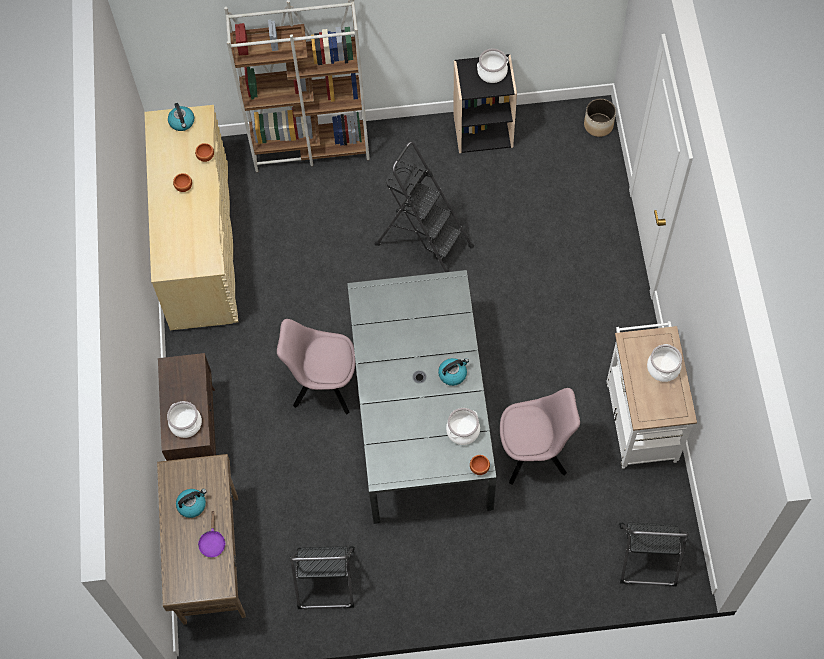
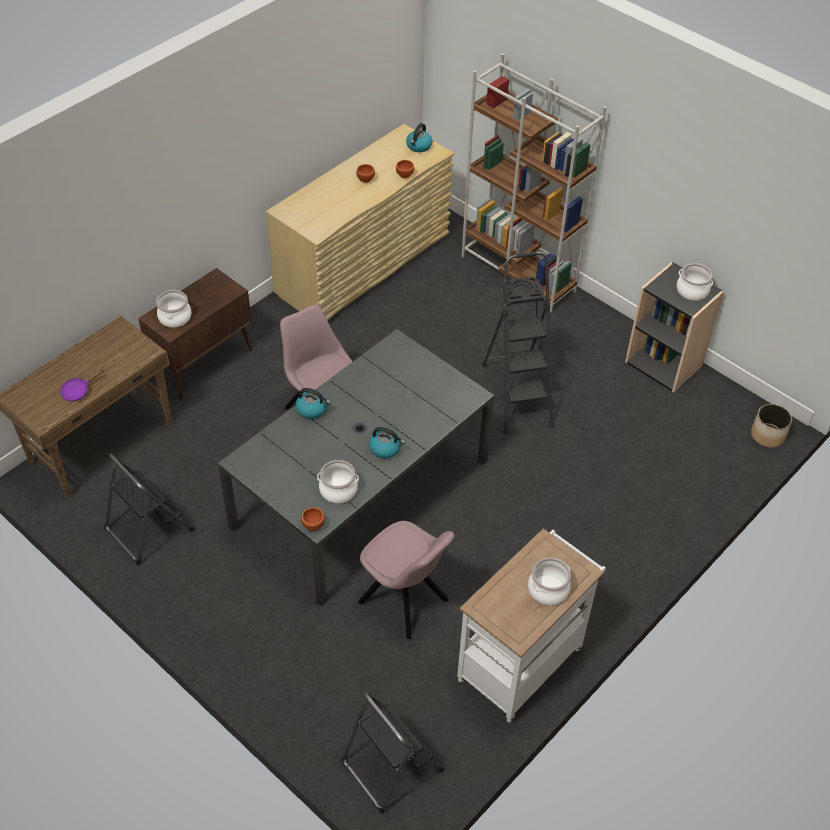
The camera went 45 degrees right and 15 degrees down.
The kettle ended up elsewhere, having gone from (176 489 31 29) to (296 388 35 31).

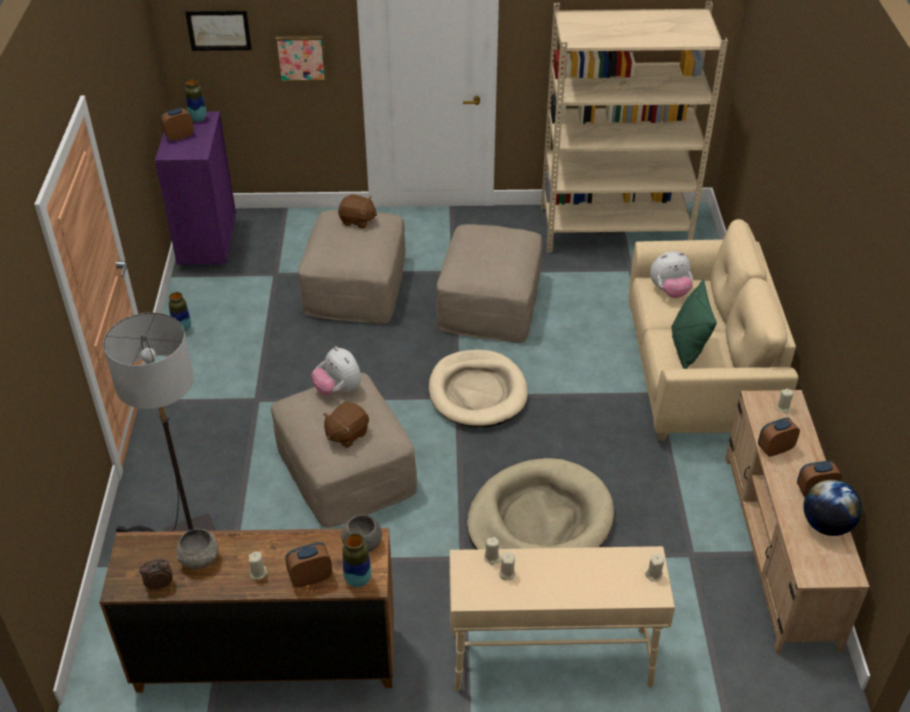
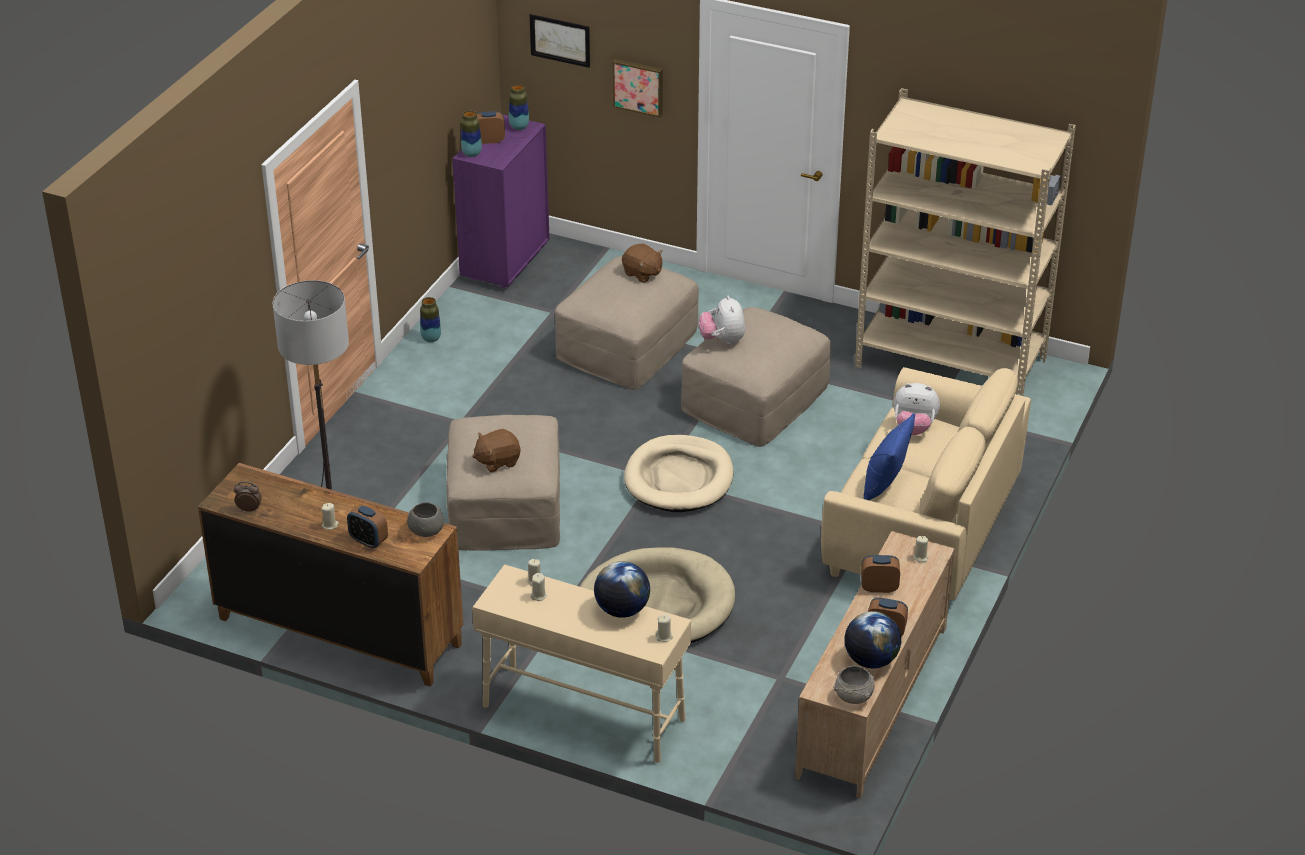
The camera went 25 degrees right and 5 degrees down.
What was the green_pillow at (671 279 46 90) turned into the blue_pillow at (864 413 51 88).
The plush_toy ended up elsewhere, having gone from (311 346 51 50) to (699 295 46 50).
The grey_bowl ended up elsewhere, having gone from (176 529 42 40) to (834 666 40 38).
The vase ended up elsewhere, having gone from (342 533 29 55) to (461 110 21 47).
The alarm_clock at (285 542 47 45) ended up facing another way, 150 degrees counterclockwise from before.
The second view gained the globe at (594 561 56 57).

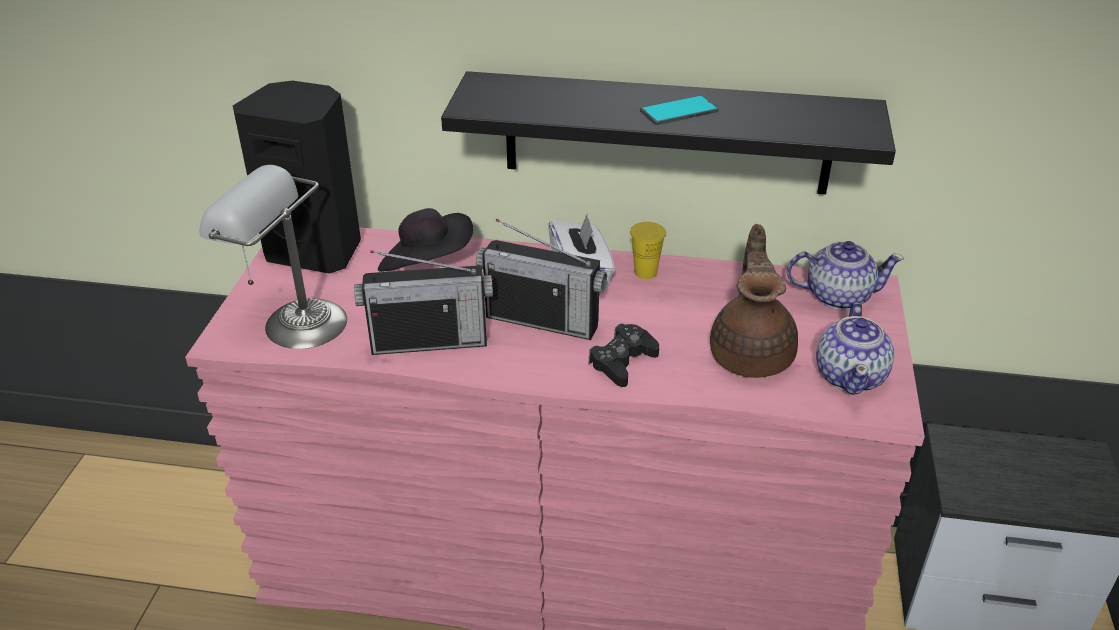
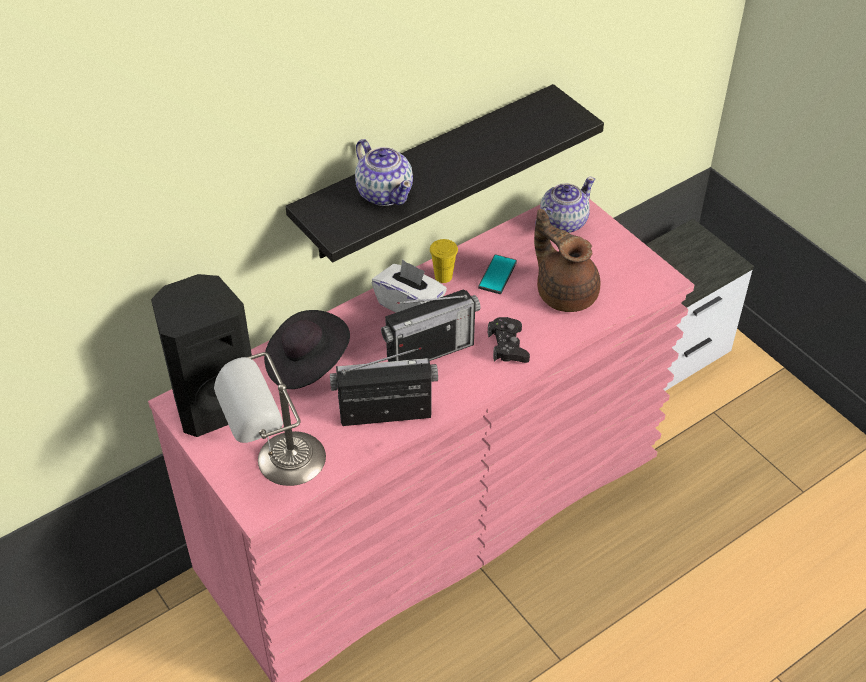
The camera went 45 degrees left and 10 degrees up.
The phone ended up elsewhere, having gone from (640 95 78 30) to (478 254 39 40).
The radio at (354 250 139 105) ended up facing another way, 135 degrees counterclockwise from before.
The teapot ended up elsewhere, having gone from (816 302 79 93) to (355 139 58 67).

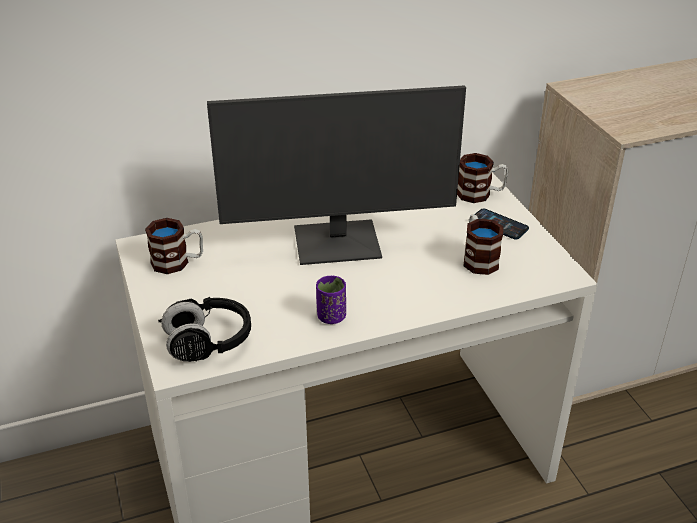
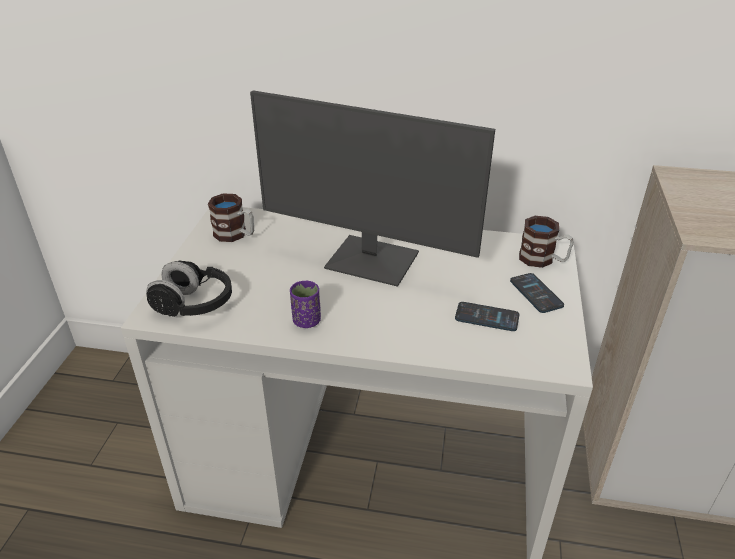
The camera went 30 degrees right and 0 degrees up.
Where the mug stood at (464 214 39 61), the phone came to stand at (455 302 65 29).

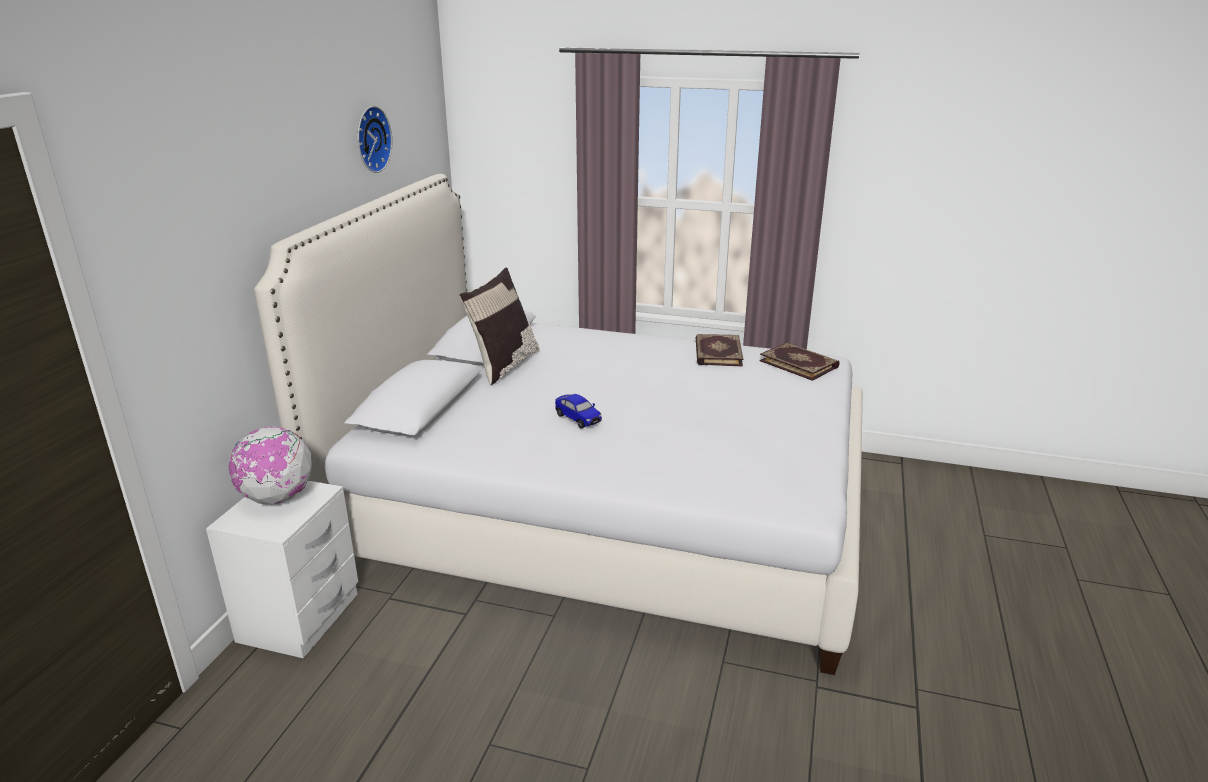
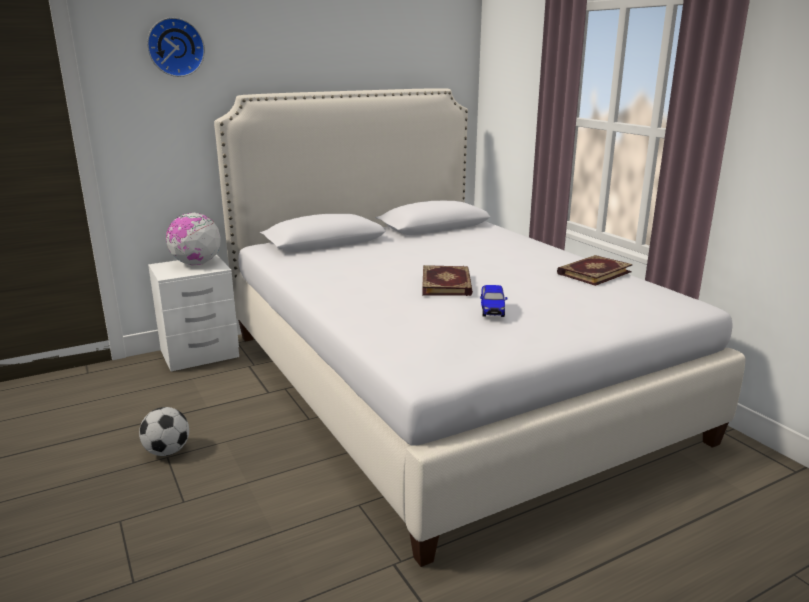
The camera went 45 degrees right and 5 degrees down.
The wall_clock ended up elsewhere, having gone from (357 106 35 67) to (147 17 58 60).
The second view lost the pillow at (460 267 79 118).
The book ended up elsewhere, having gone from (760 343 80 38) to (422 265 51 31).
The toy_car ended up elsewhere, having gone from (555 394 47 35) to (480 285 28 32).
The second view gained the football at (139 407 50 49).

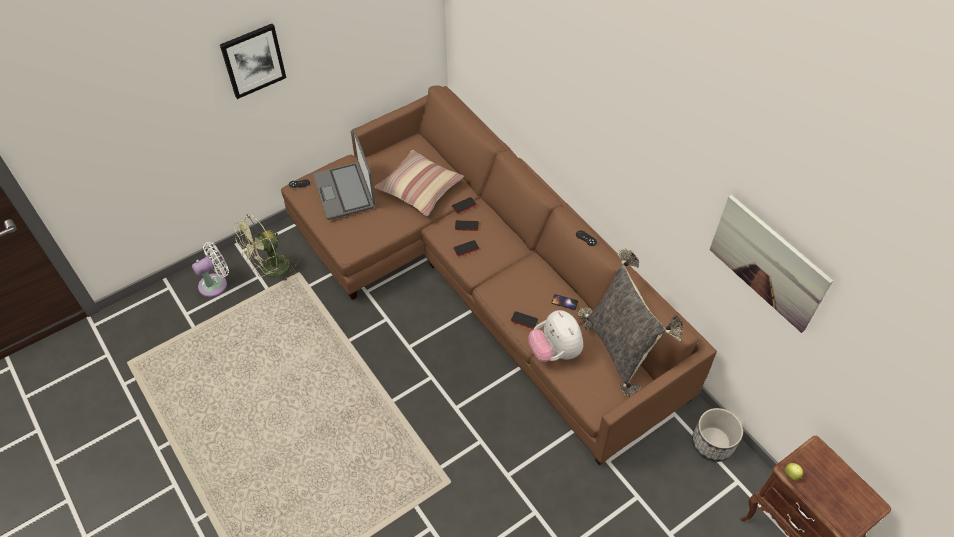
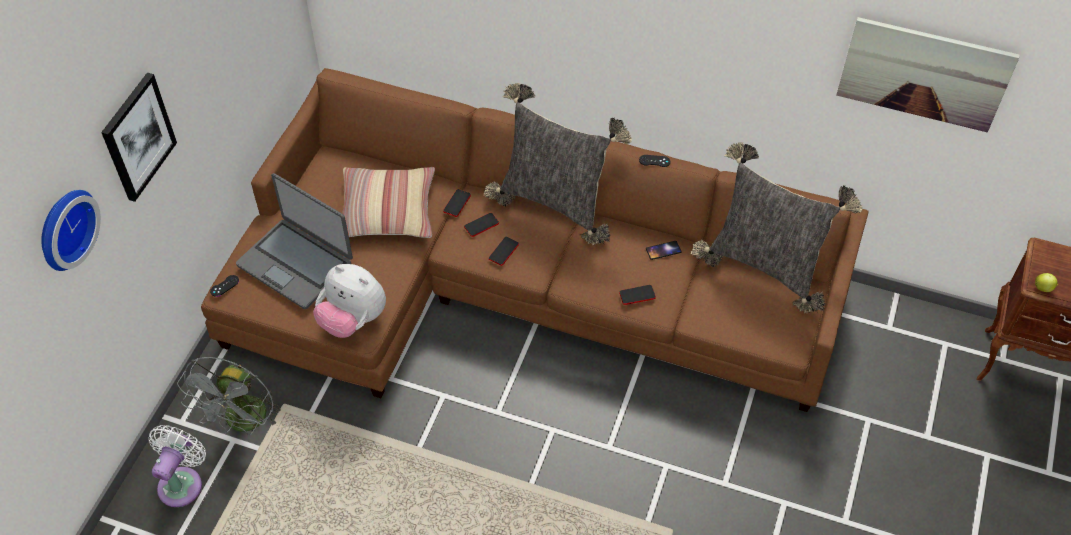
The camera went 35 degrees left and 0 degrees up.
What was the green_fan at (234 214 65 66) turned into the grey_fan at (177 357 104 78).
The plush_toy ended up elsewhere, having gone from (528 310 55 52) to (313 264 73 74).
The second view lost the planter at (692 408 51 54).
The second view gained the pillow at (483 83 149 163).
The second view gained the wall_clock at (41 190 60 81).

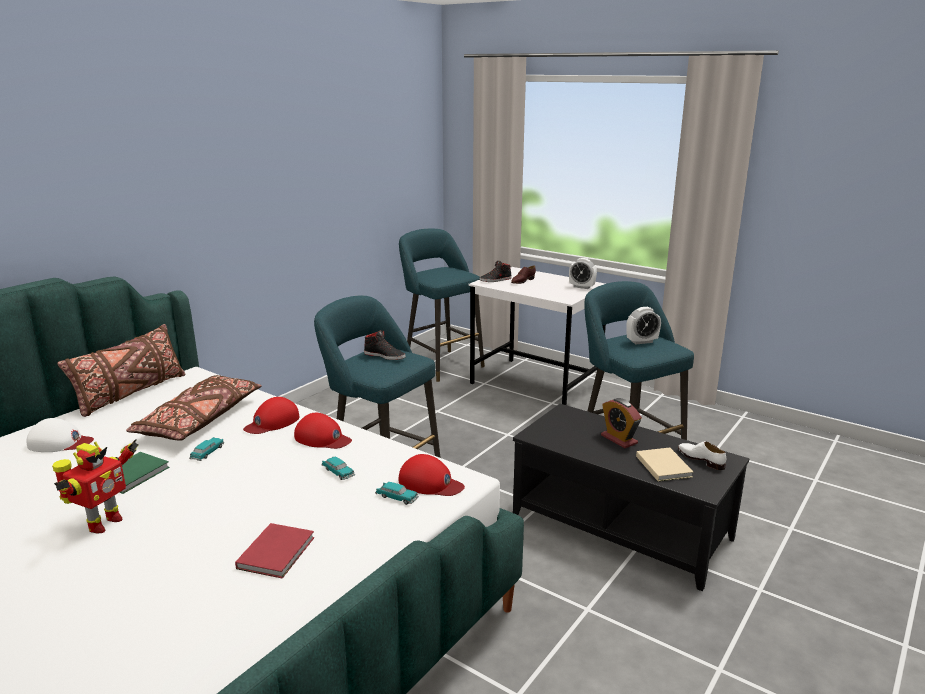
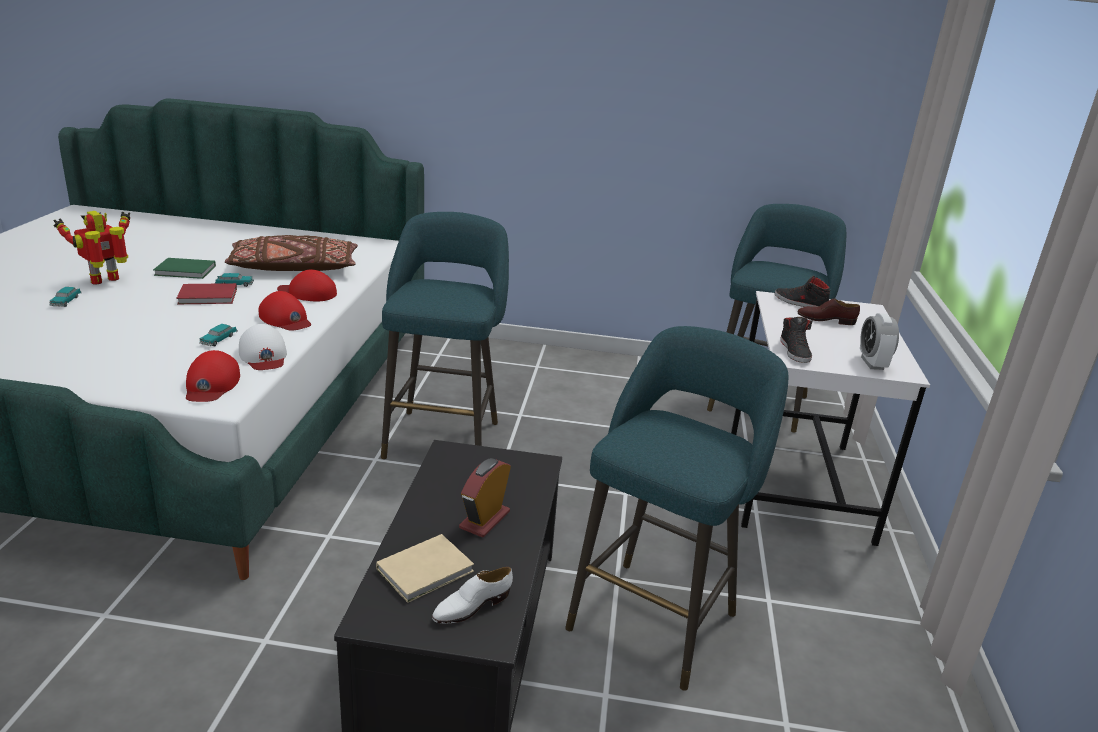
The camera went 60 degrees right and 5 degrees up.
The second view lost the alarm_clock at (626 307 35 37).
The second view lost the brown_pillow at (57 324 128 93).
The black_shoe ended up elsewhere, having gone from (364 330 42 30) to (780 317 32 46).
The red_cap at (294 413 58 36) ended up facing another way, 45 degrees counterclockwise from before.
The white_cap ended up elsewhere, having gone from (27 418 67 34) to (239 324 48 46).
The toy_robot at (52 439 86 94) ended up facing another way, 135 degrees clockwise from before.
The white_shoe at (678 441 48 29) ended up facing another way, 150 degrees counterclockwise from before.
The toy_car ended up elsewhere, having gone from (375 482 44 23) to (49 287 33 20).
The red_book ended up elsewhere, having gone from (235 523 79 56) to (176 283 61 21).

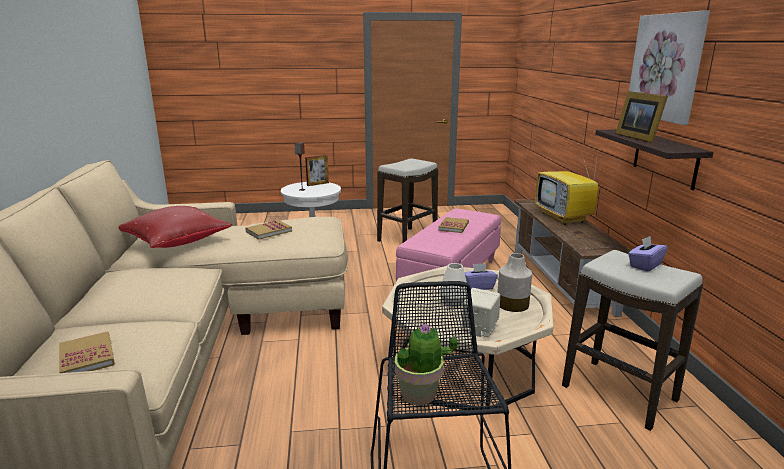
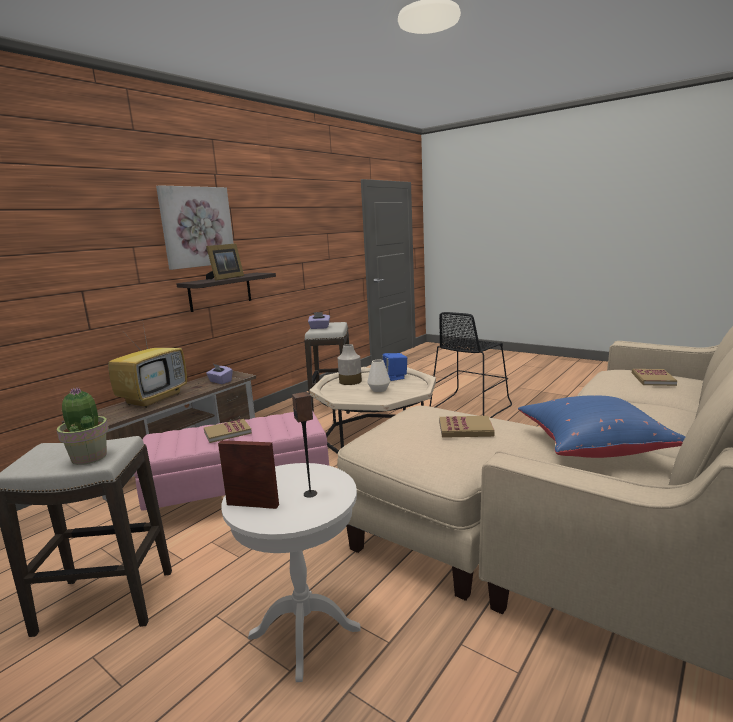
The camera went 135 degrees left and 5 degrees down.
What was the red_pillow at (119 206 113 42) turned into the blue_pillow at (518 395 167 63).
The purple_tissue_box ended up elsewhere, having gone from (464 263 34 27) to (206 364 27 20).
What was the beige_speaker at (462 288 38 49) turned into the blue_speaker at (382 353 25 28).
The potted_plant ended up elsewhere, having gone from (395 324 63 81) to (56 387 53 78).

